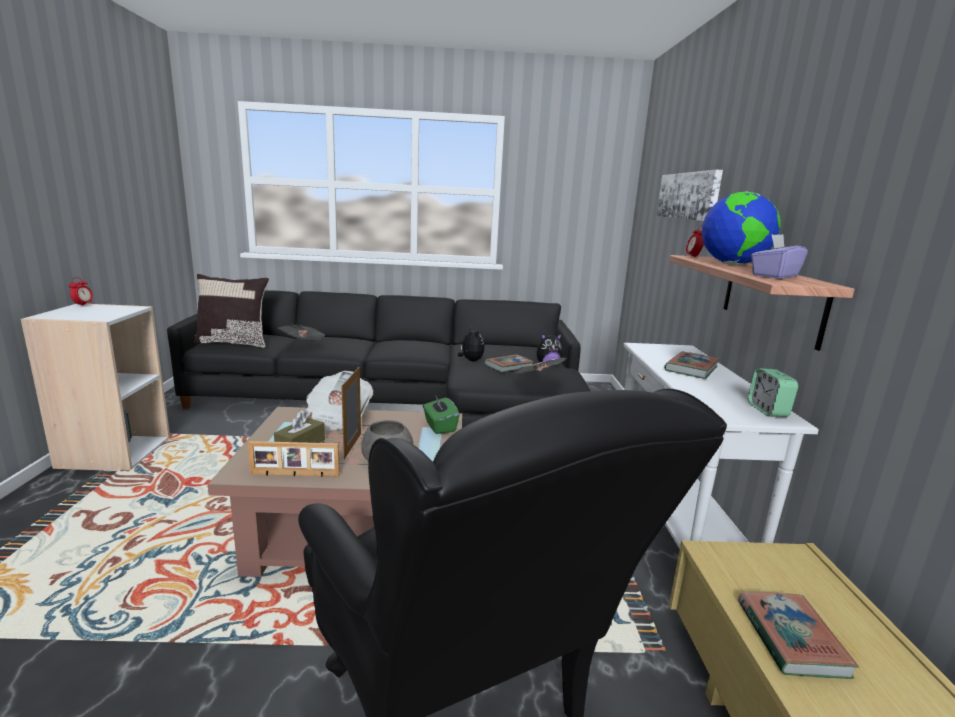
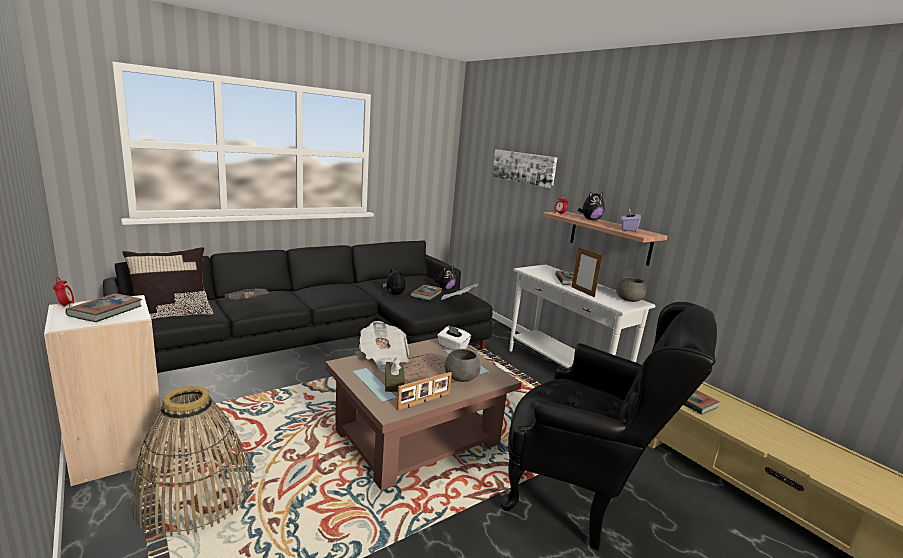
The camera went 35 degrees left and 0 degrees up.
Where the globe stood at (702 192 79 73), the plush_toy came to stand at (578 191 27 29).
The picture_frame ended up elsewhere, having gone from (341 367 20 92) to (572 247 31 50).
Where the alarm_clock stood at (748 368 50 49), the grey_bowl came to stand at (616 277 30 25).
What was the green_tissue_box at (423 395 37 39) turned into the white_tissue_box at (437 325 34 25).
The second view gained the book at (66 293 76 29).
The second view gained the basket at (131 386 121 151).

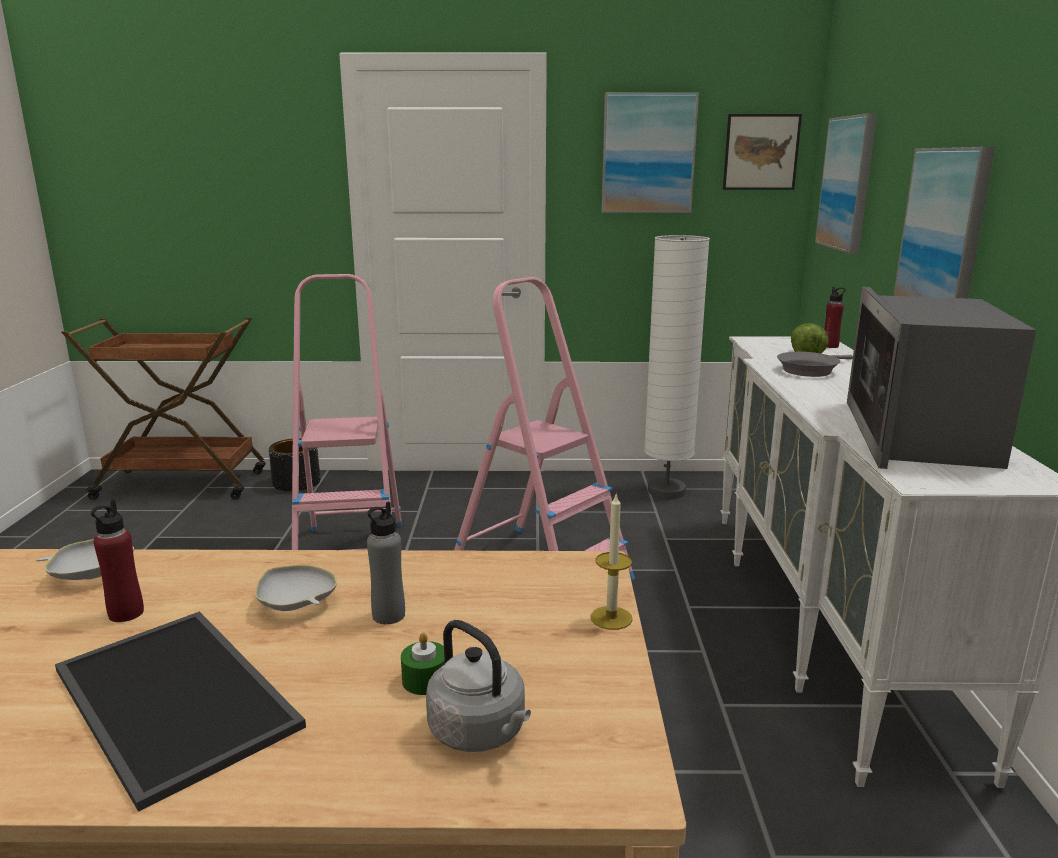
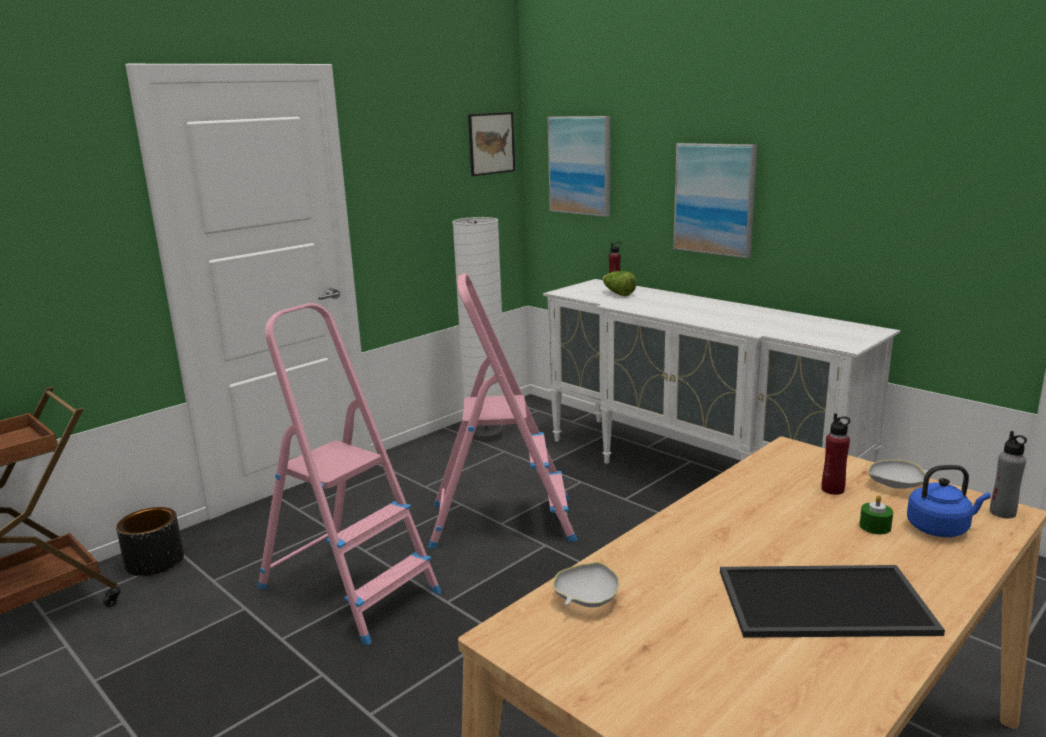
The camera went 45 degrees left and 0 degrees up.
The second view lost the picture at (601 92 98 121).
The second view lost the microwave at (847 287 189 182).
The second view lost the grey_frying_pan at (777 352 76 25).
The second view lost the candle at (591 495 42 135).
The red_bottle ended up elsewhere, having gone from (91 499 53 123) to (821 413 29 82).
The grey_bottle ended up elsewhere, having gone from (367 502 38 122) to (990 431 37 87).
The white_bowl ended up elsewhere, having gone from (255 565 82 46) to (868 459 61 30).
What was the grey_kettle at (426 620 105 132) turned into the blue_kettle at (907 465 84 72).

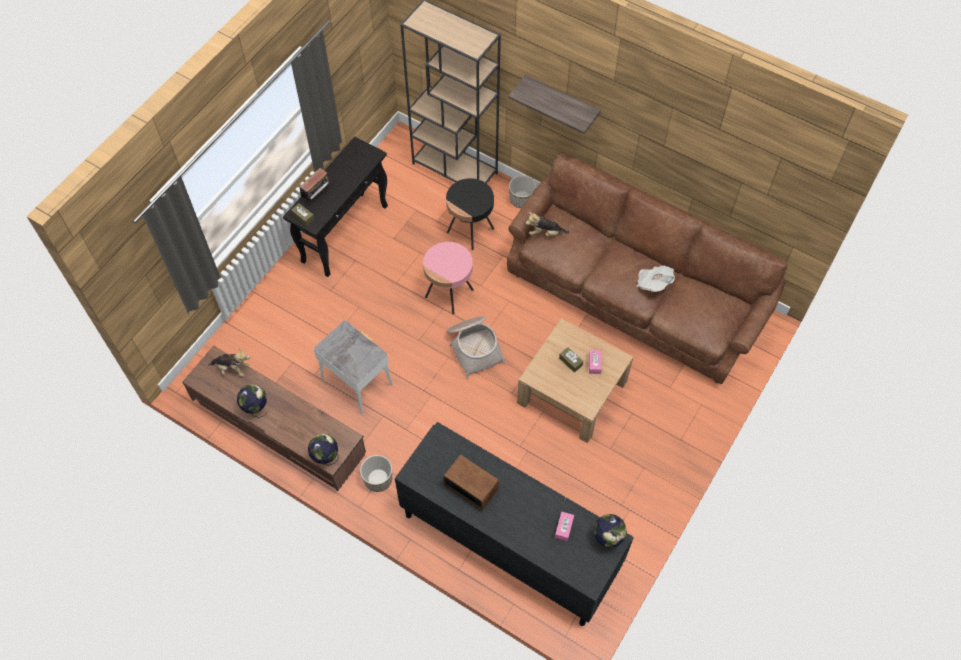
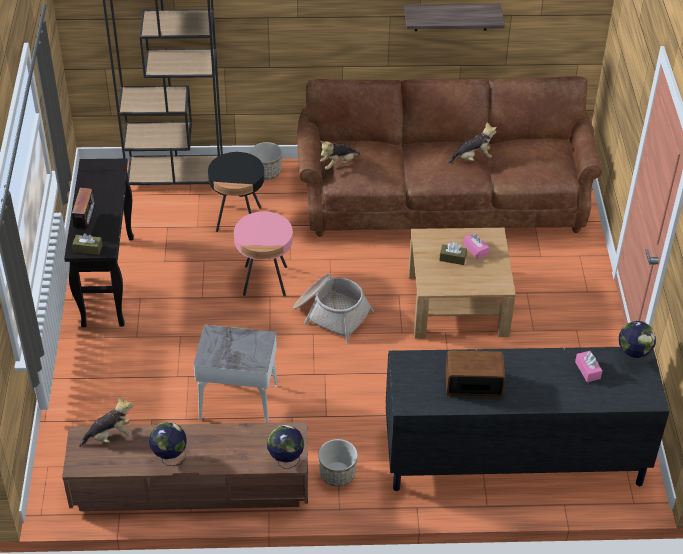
The camera went 35 degrees left and 15 degrees down.
The shelf ended up elsewhere, having gone from (508 75 93 59) to (404 4 101 27).
Where the newspaper stood at (637 265 38 27), the plush_toy came to stand at (448 122 49 42).

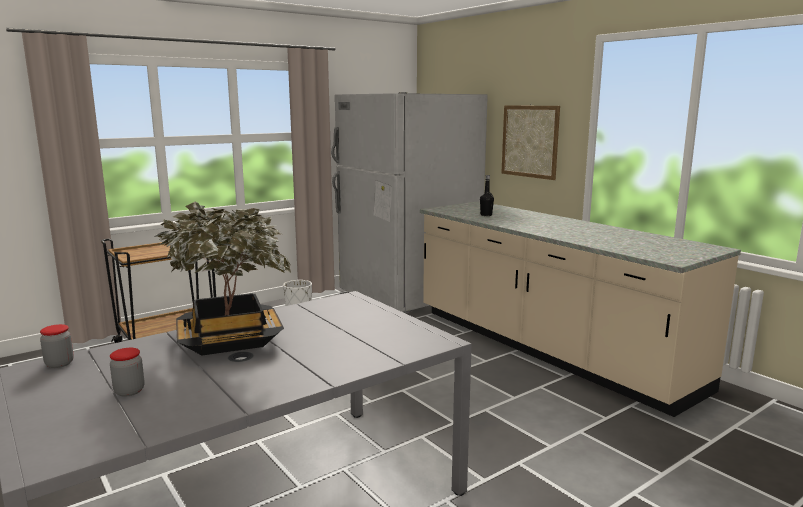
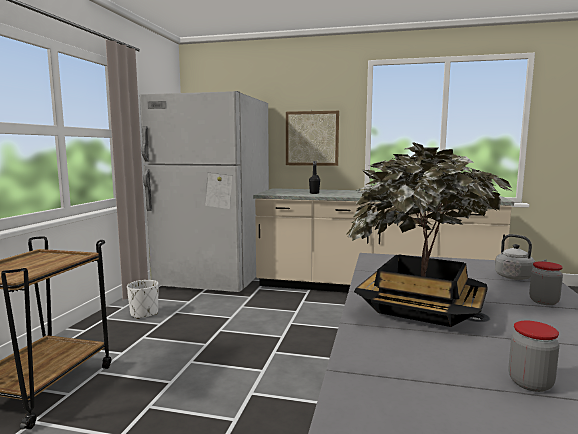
The camera went 40 degrees left and 5 degrees down.
The jar ended up elsewhere, having gone from (40 324 34 44) to (529 261 34 44).
The second view gained the grey_kettle at (495 234 52 46).

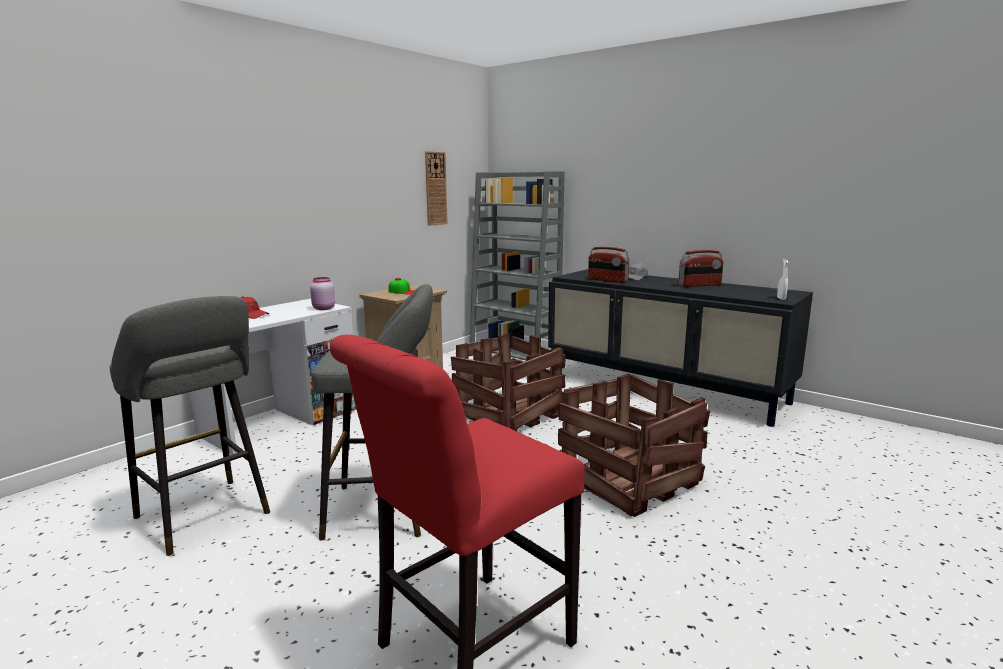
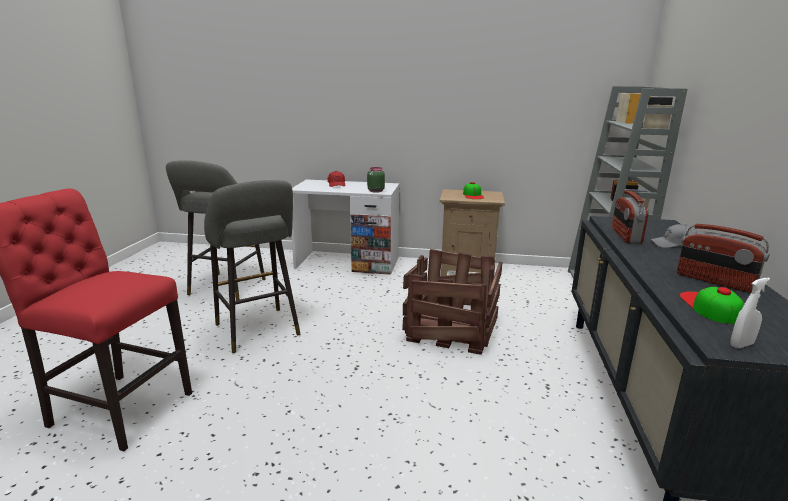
The camera went 60 degrees right and 5 degrees up.
The second view lost the wall_clock at (425 151 23 75).
What was the pink_jar at (310 277 25 33) turned into the green_jar at (367 167 18 26).
The second view lost the crate at (558 374 152 143).
The second view gained the cap at (680 287 64 37).

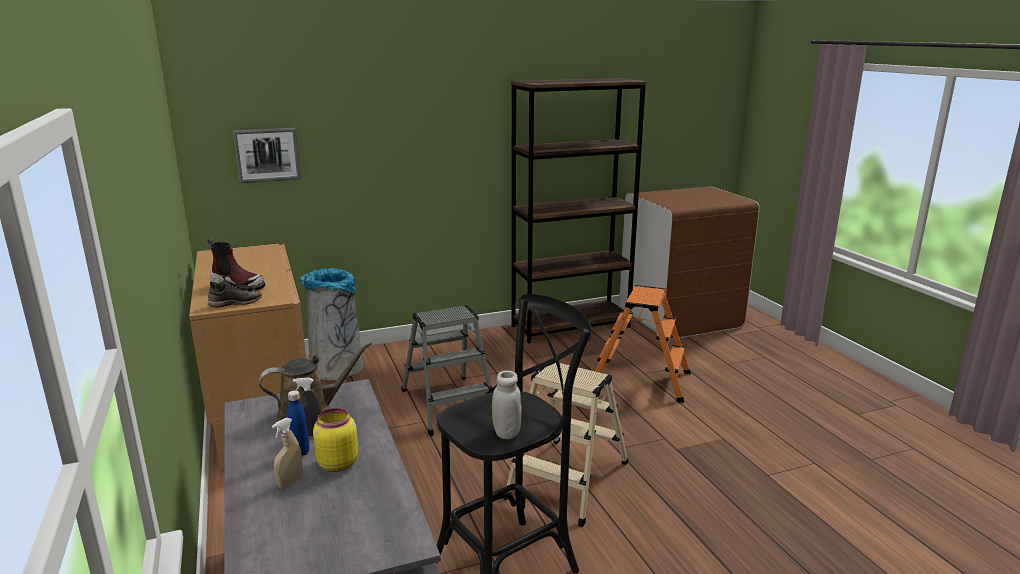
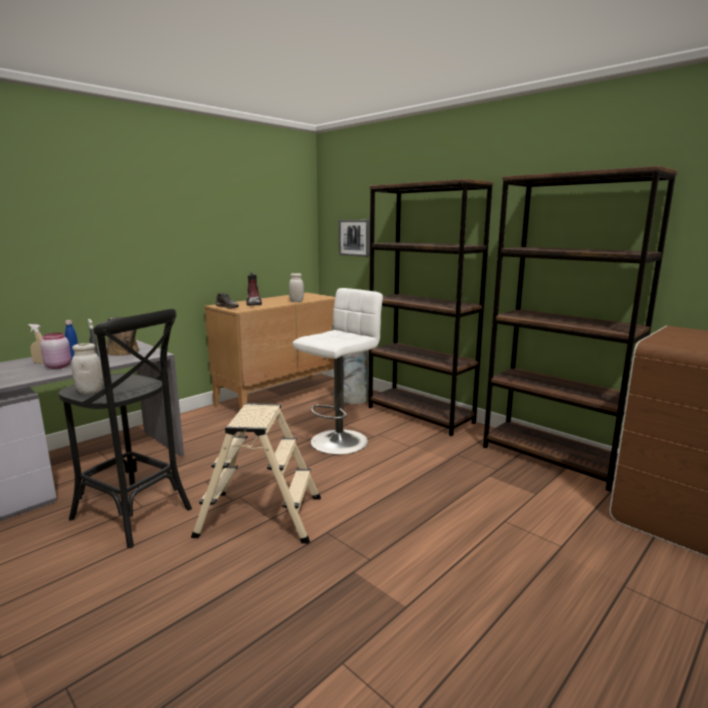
The camera went 65 degrees right and 5 degrees down.
The second view lost the orange_step_ladder at (595 285 96 118).
Where the grey_step_ladder stood at (401 305 92 131), the white_stool came to stand at (293 288 90 166).
What was the yellow_jar at (313 408 45 64) turned into the pink_jar at (40 333 32 36).
The second view gained the brown_bookcase at (368 179 126 257).
The second view gained the white_jar at (289 273 15 29).

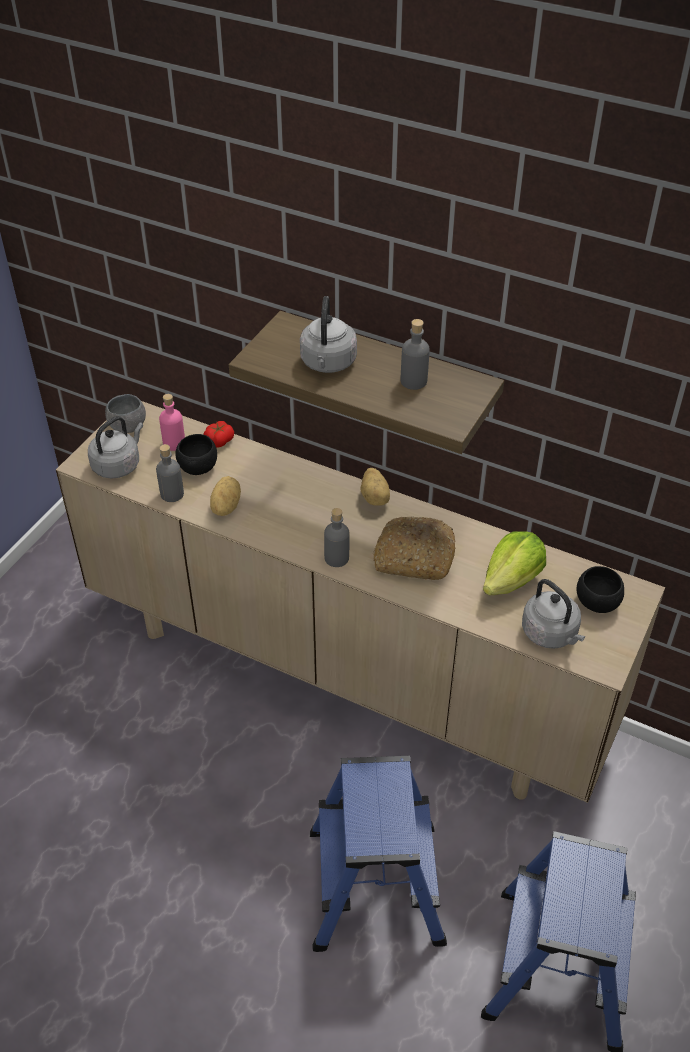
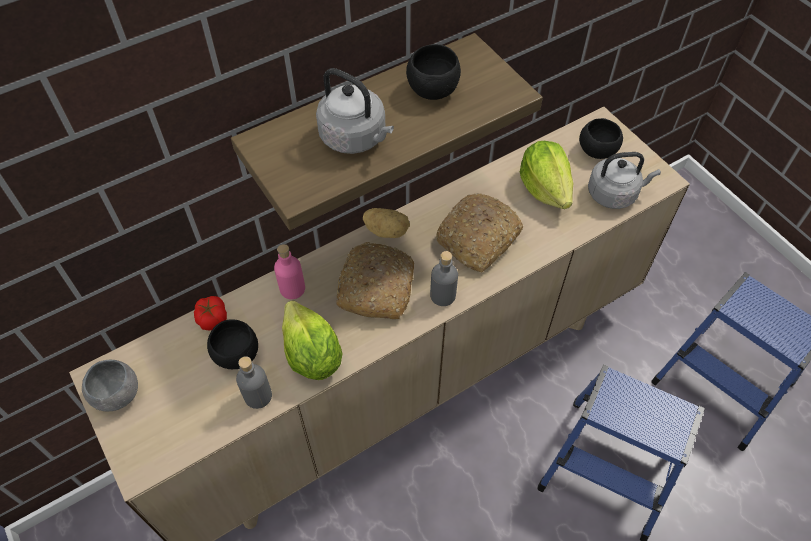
The camera went 60 degrees left and 10 degrees up.
Where the grey_bottle stood at (401 319 29 71), the black_bowl came to stand at (406 44 55 56).
The pink_bottle ended up elsewhere, having gone from (159 394 26 57) to (274 244 31 55).
The second view lost the grey_kettle at (88 416 55 63).
Where the potato stood at (210 476 31 40), the lettuce came to stand at (282 301 61 79).
The second view gained the bread at (336 242 78 77).

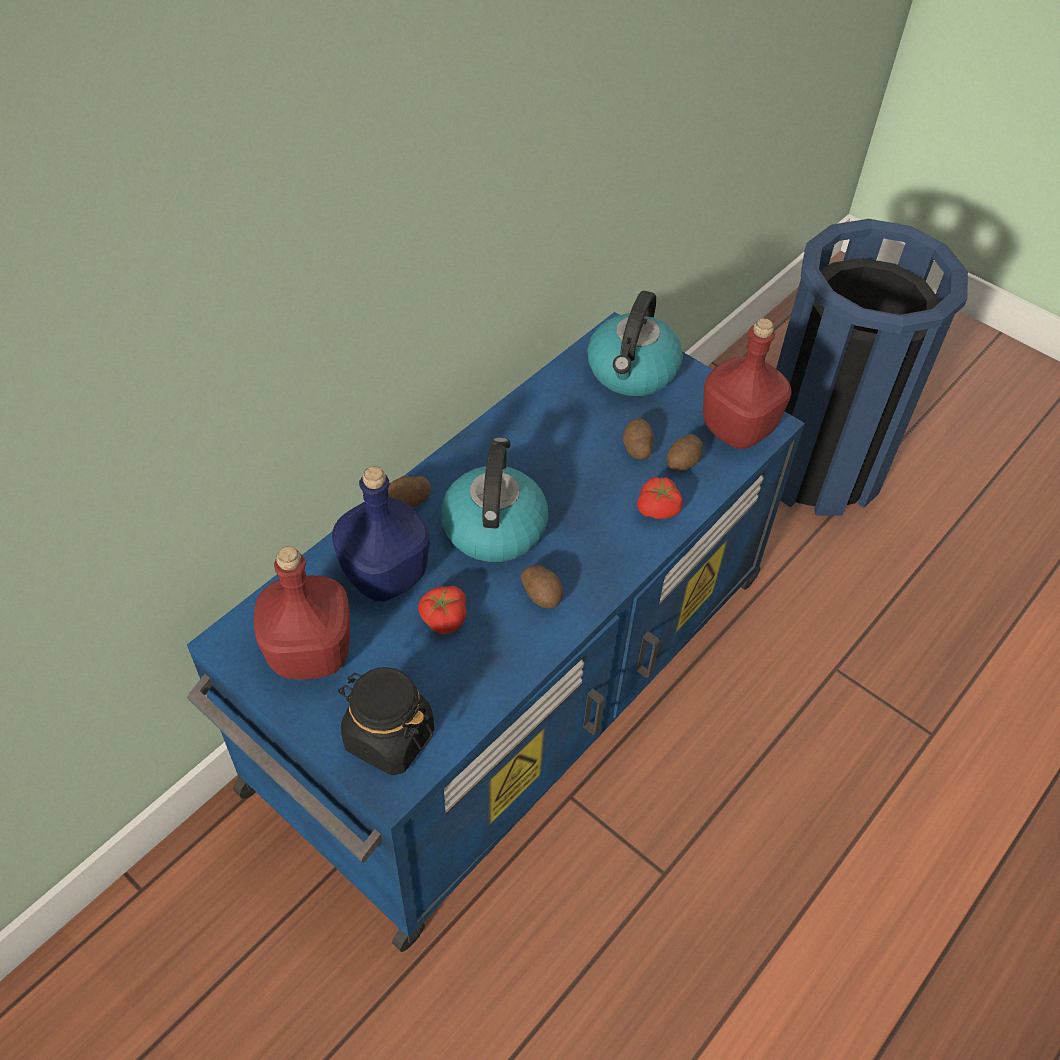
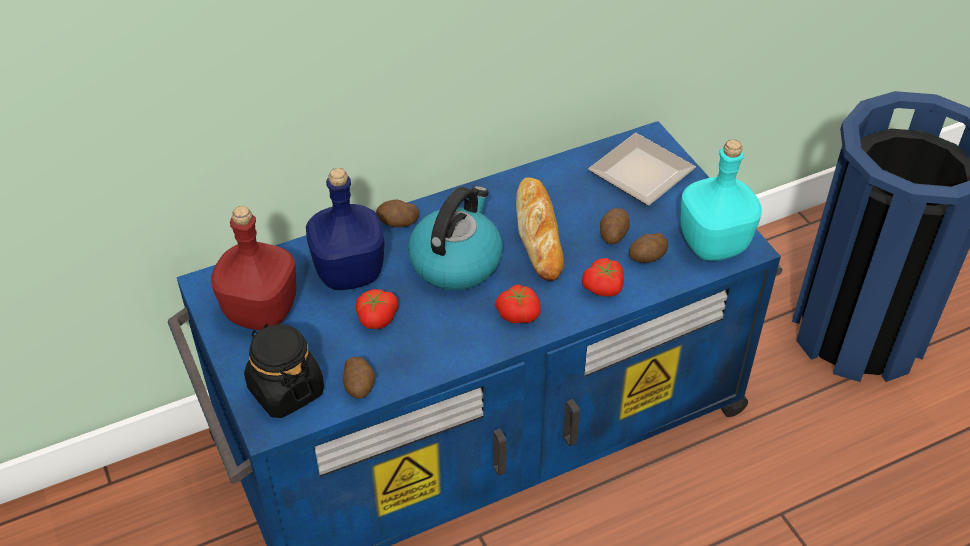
The camera went 25 degrees right and 5 degrees down.
Where the kettle stood at (587 291 96 105), the plate came to stand at (588 133 108 72).
What was the red_bottle at (703 318 88 131) turned into the turquoise_bottle at (681 139 81 122).
The potato ended up elsewhere, having gone from (521 565 42 43) to (343 357 32 42).
The second view gained the bread at (516 177 48 104).
The second view gained the tomato at (495 284 45 40).

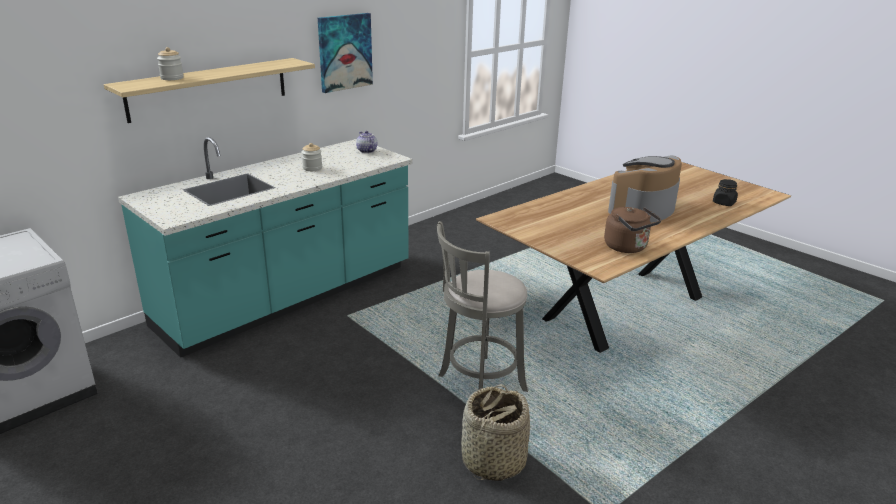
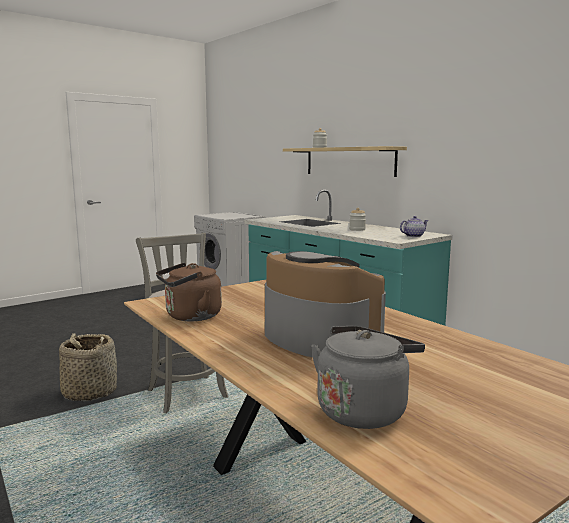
The camera went 95 degrees right and 15 degrees down.
The second view lost the picture at (318 13 55 80).
Where the black_jar stood at (713 179 25 27), the grey_kettle came to stand at (311 326 114 103).

